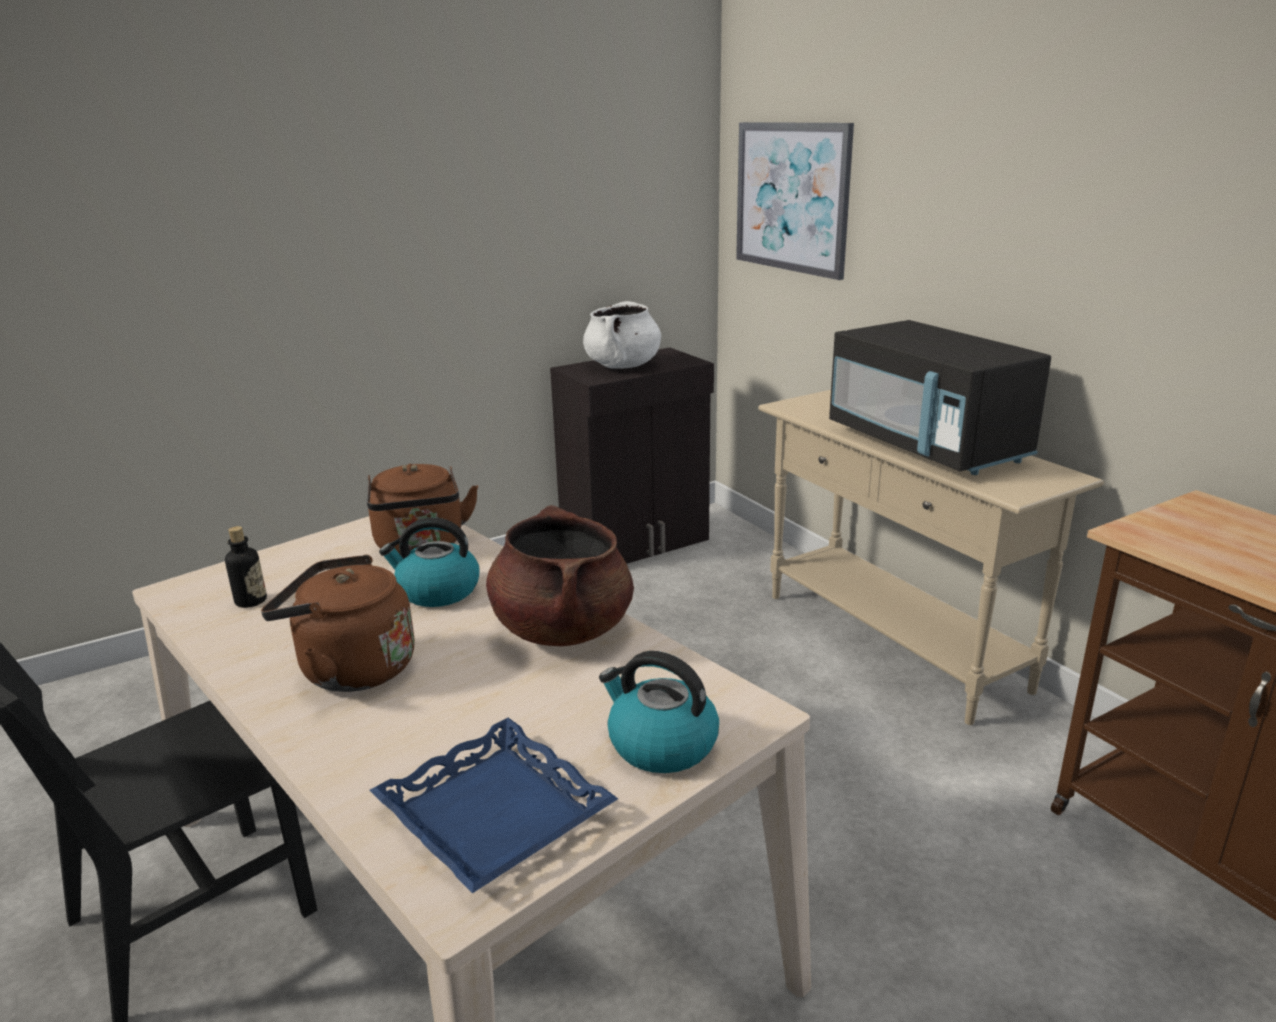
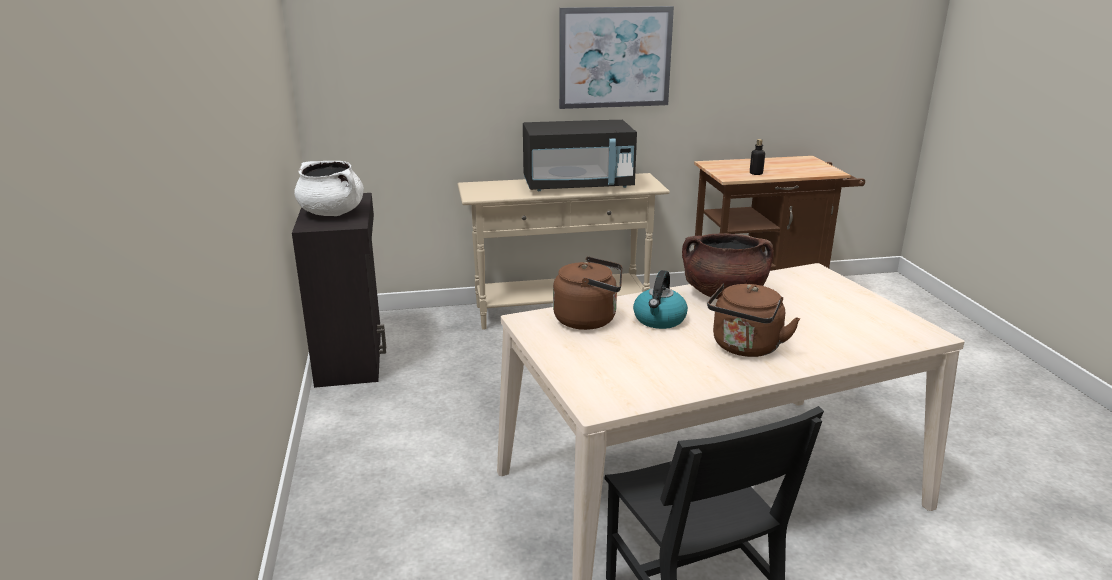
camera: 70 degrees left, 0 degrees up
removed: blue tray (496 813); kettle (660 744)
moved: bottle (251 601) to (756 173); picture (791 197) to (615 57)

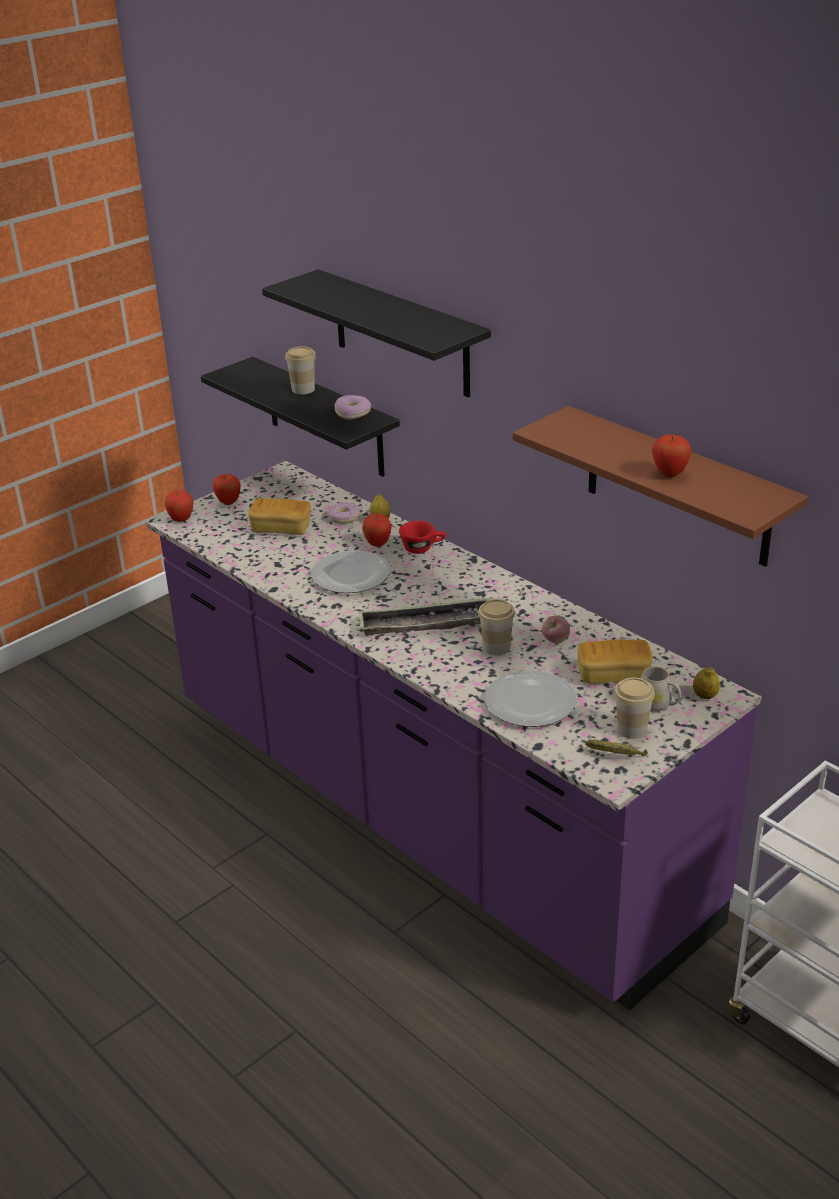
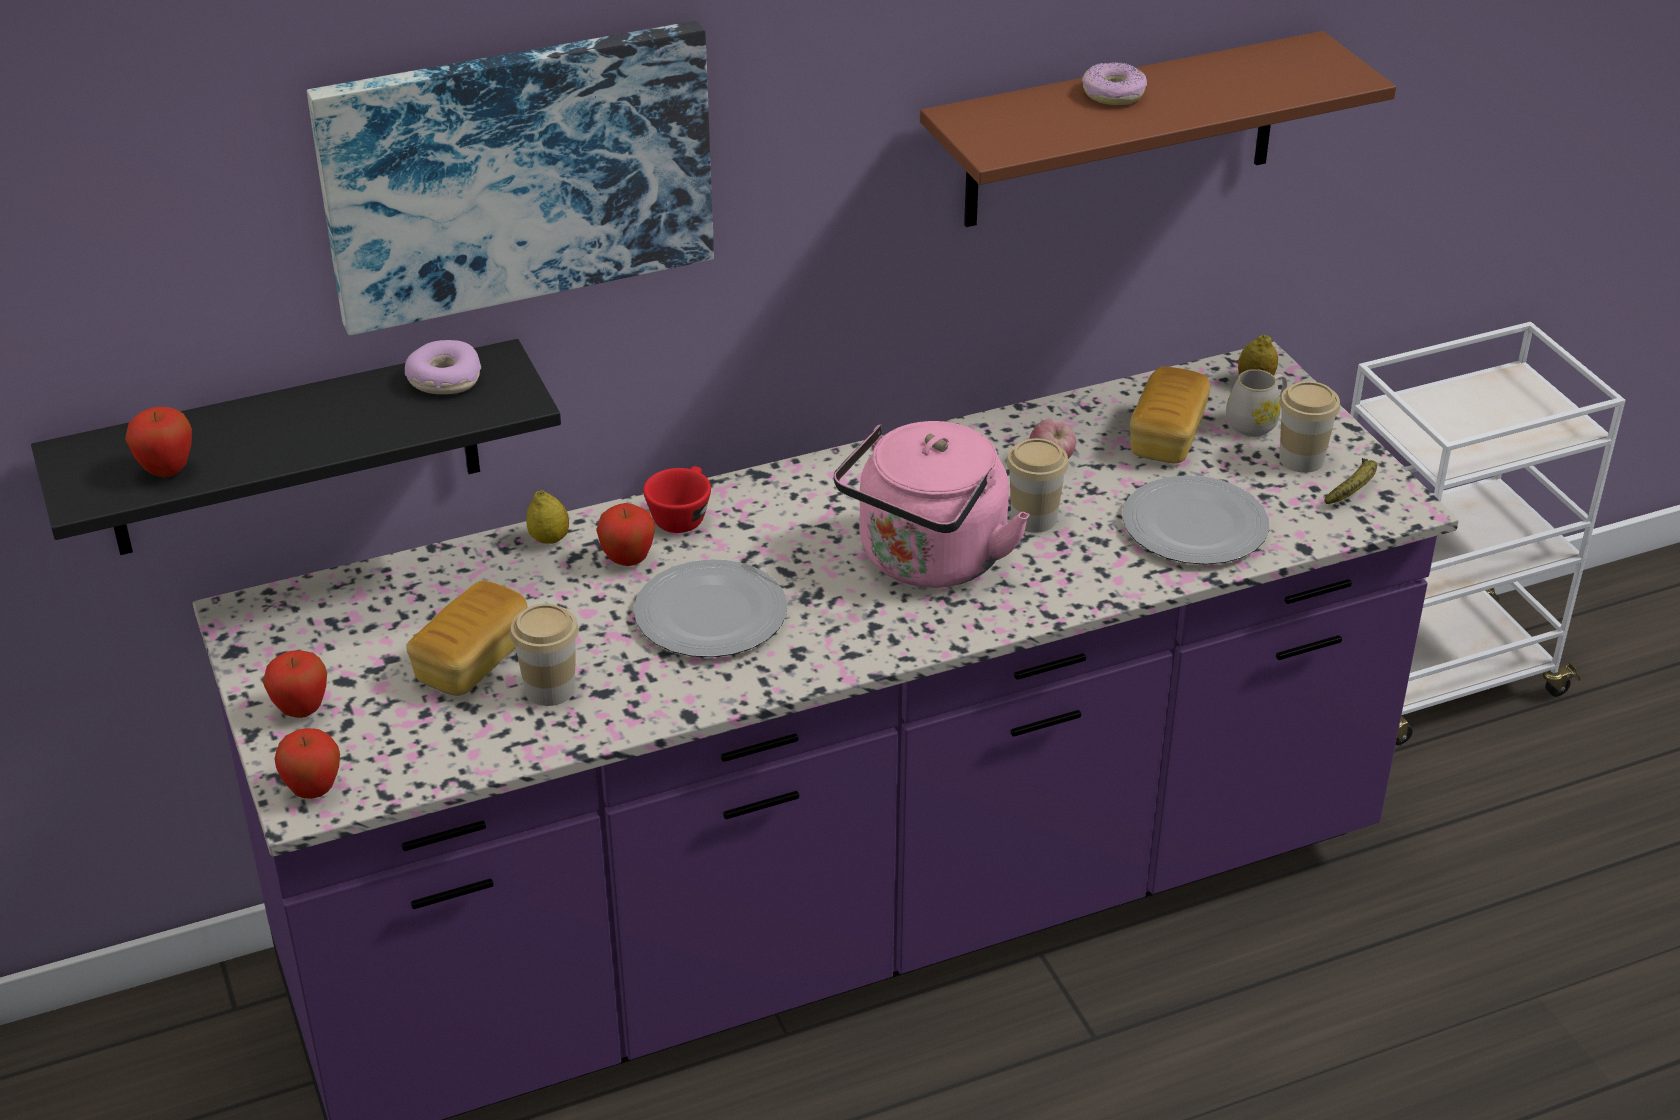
camera: 70 degrees left, 5 degrees up
moved: cup (303 389) to (550 689); donut (344 517) to (1113 94); apple (669 474) to (167 470)
replaced: black shelf (401 334) to picture (517 172); tray (434 624) to pink kettle (928 562)

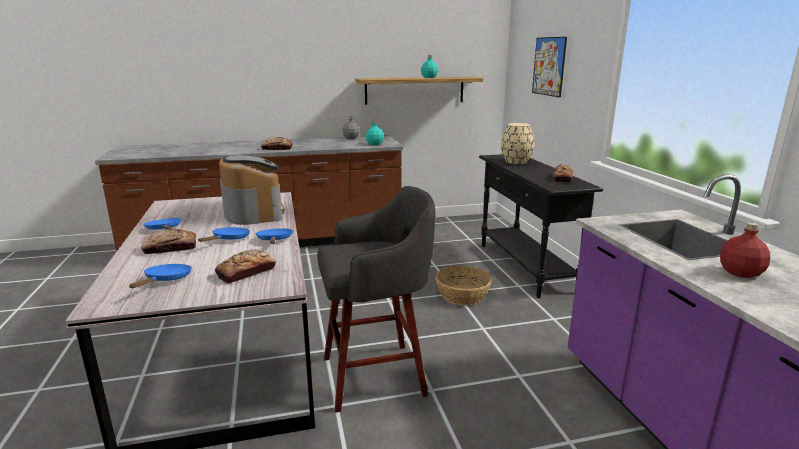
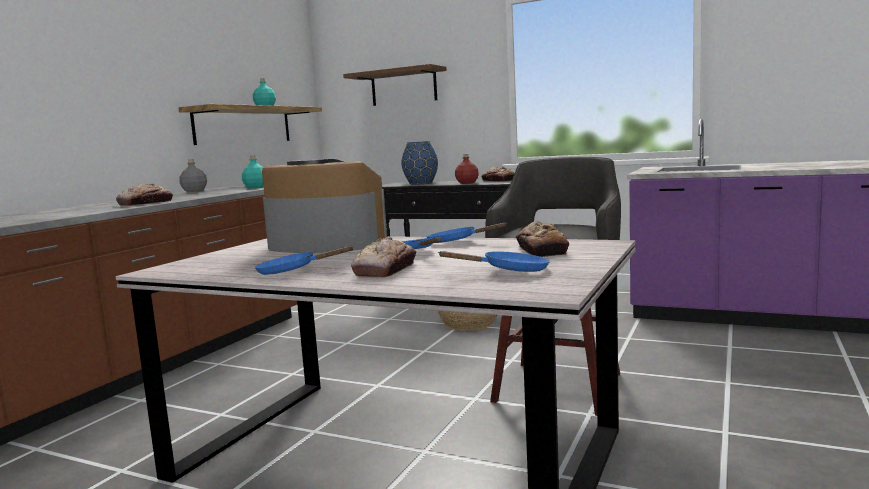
camera: 50 degrees left, 10 degrees down
moved: red bottle (739 273) to (467 183)
replaced: picture (548 66) to shelf (403 87)
recoloured: beige vase (515 162) to blue vase (420 183)
turned: blue frying pan (166 280) = (509 271) 120 degrees clockwise

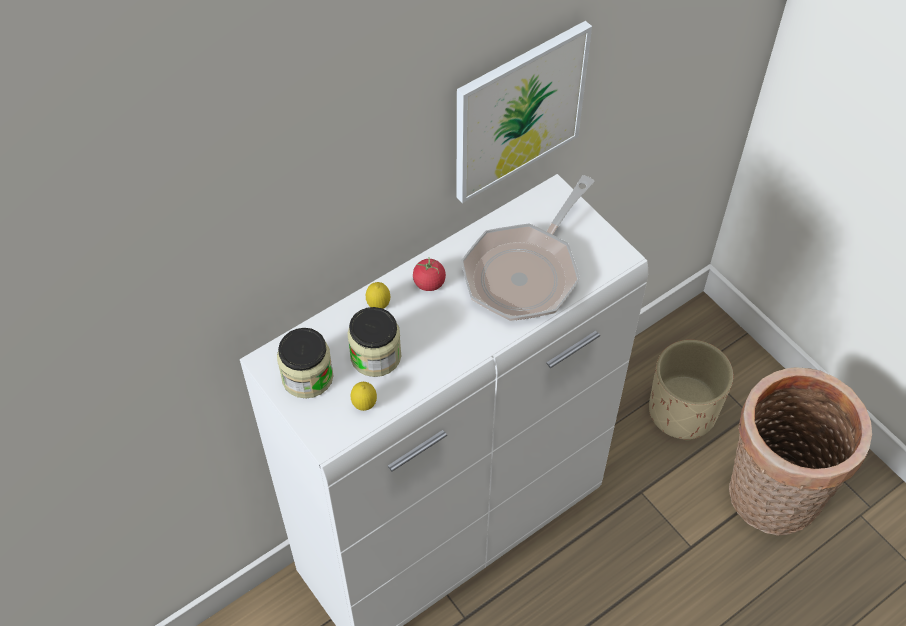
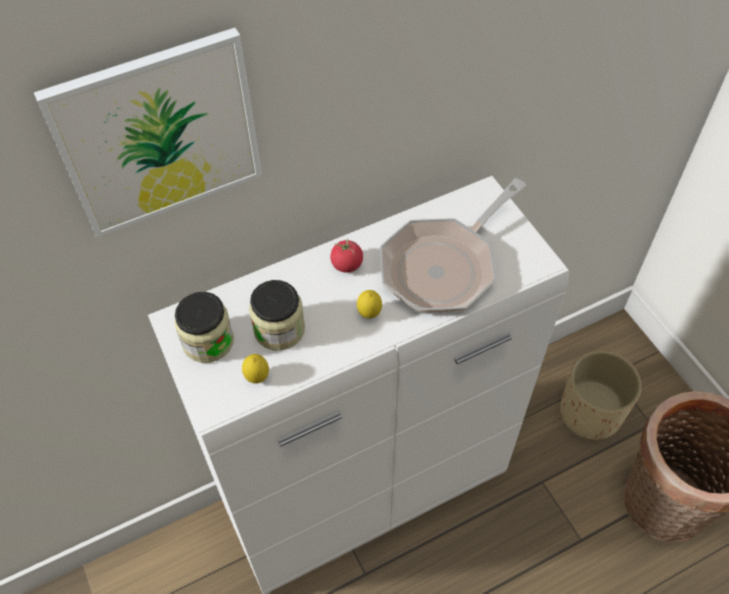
camera: 10 degrees right, 0 degrees up
moved: lemon (378 306) to (369 314); picture (518 111) to (159 134)

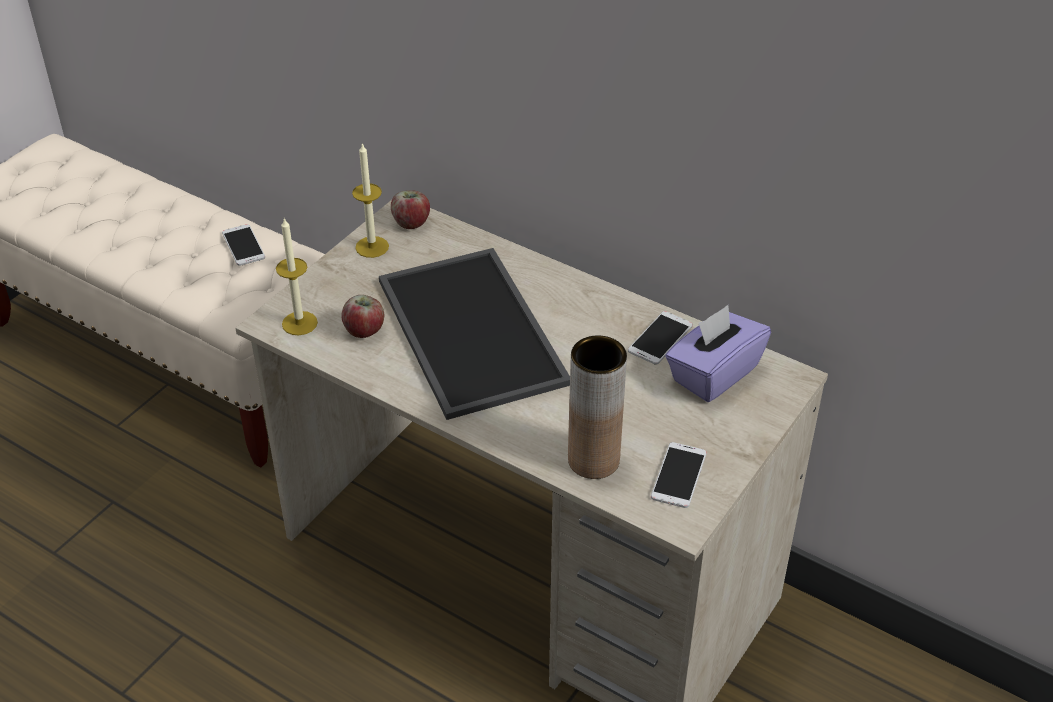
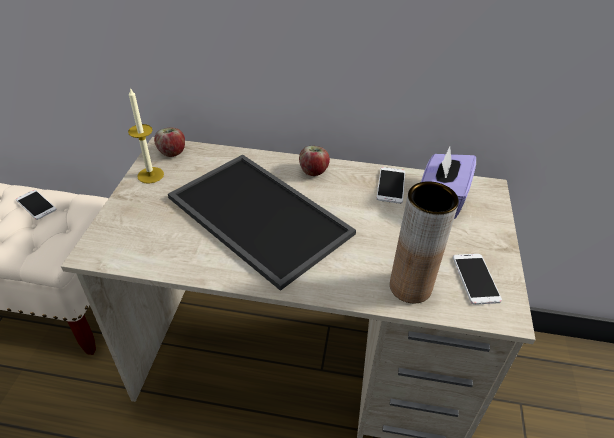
camera: 25 degrees left, 0 degrees up
removed: candle (299 323)
moved: apple (364 330) to (313 171)

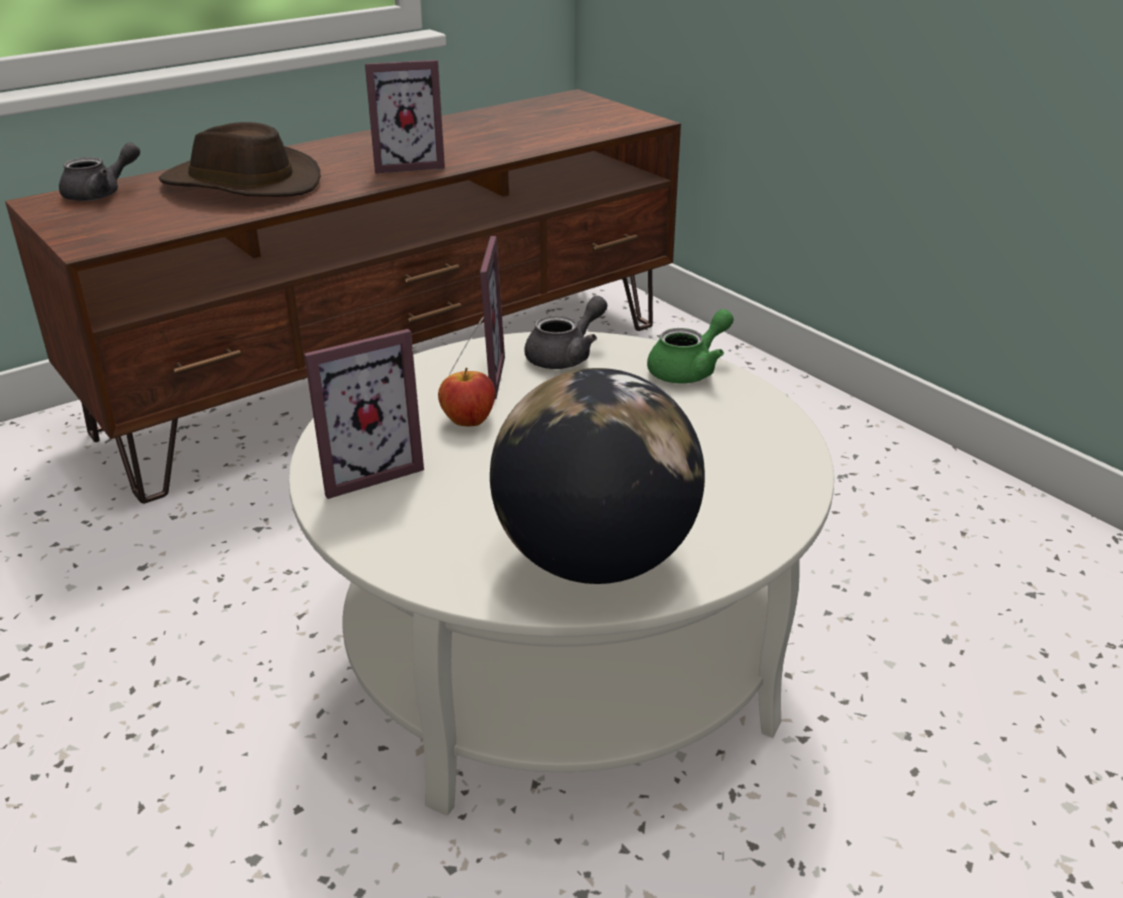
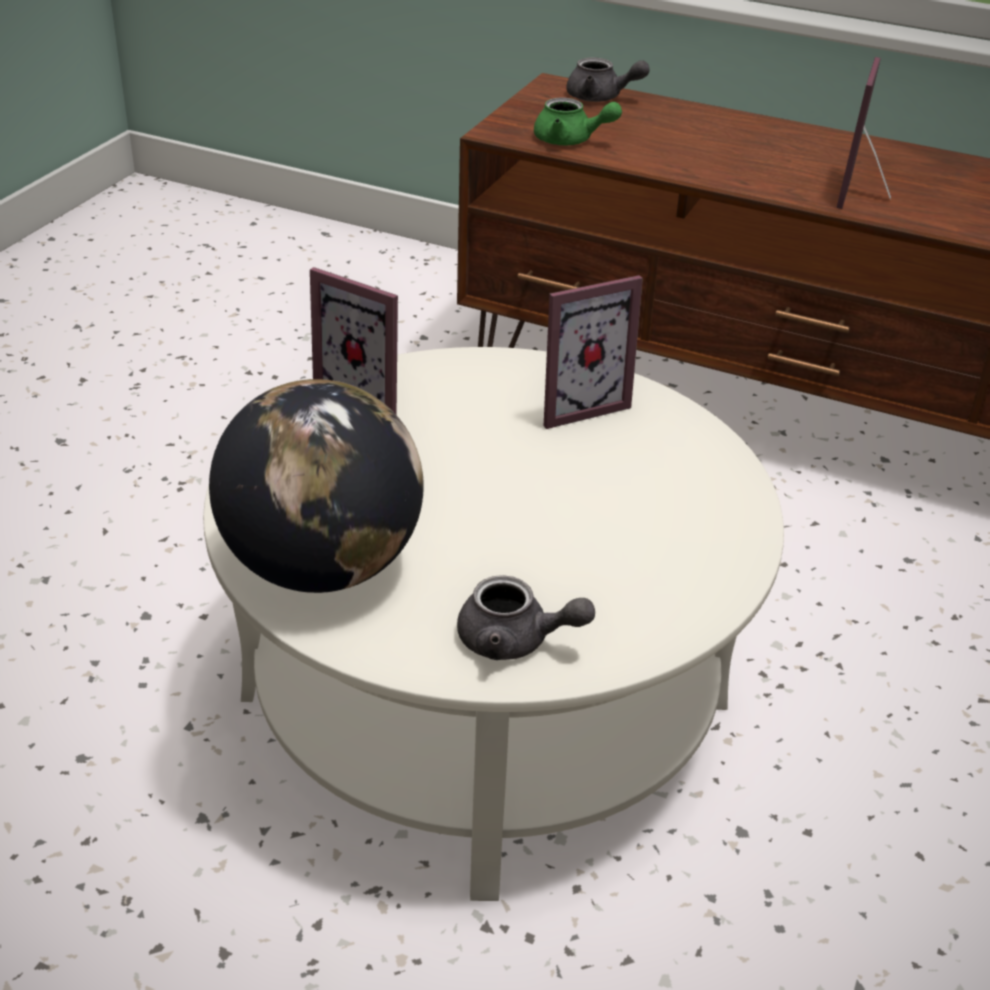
camera: 60 degrees right, 5 degrees up
removed: brown hat (241 185); apple (468 420)
moved: grey teapot (566 356) to (515 641); green teapot (689 370) to (570 141)
turned: picture frame (408 165) = (865 195) 60 degrees clockwise

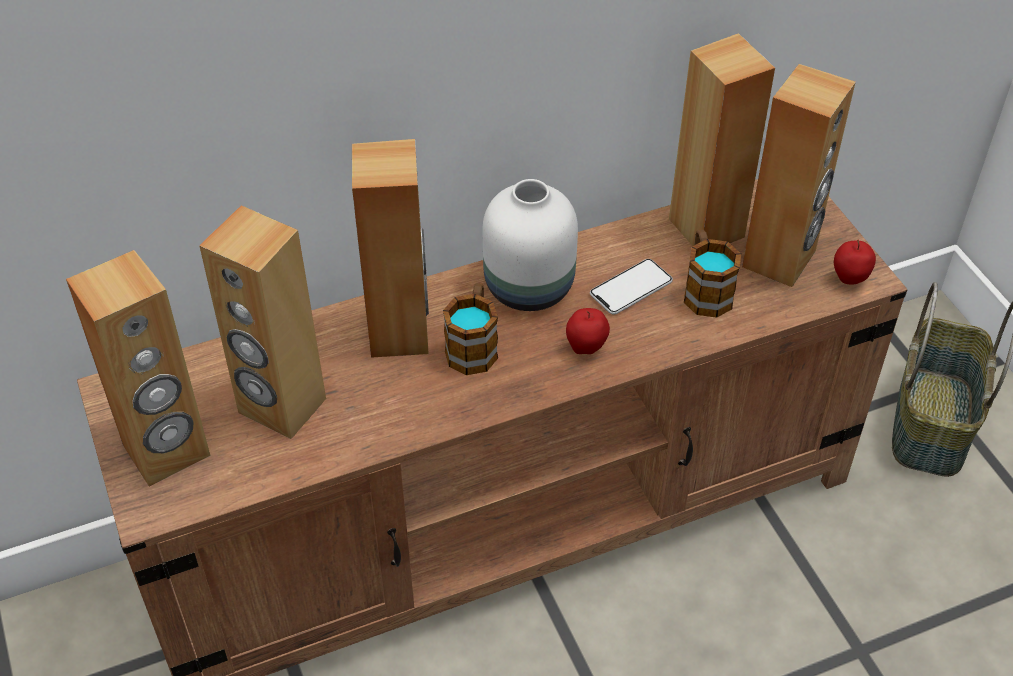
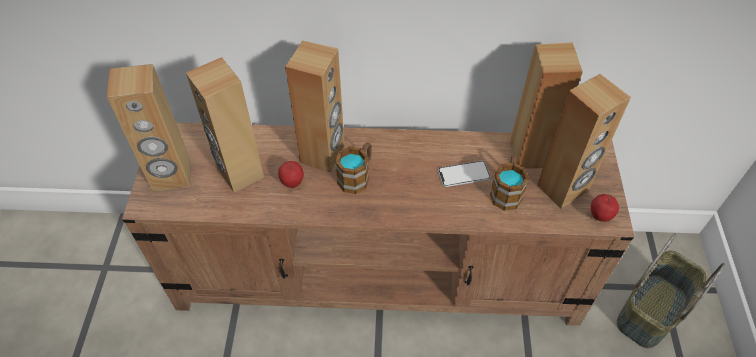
camera: 25 degrees right, 5 degrees up
removed: white vase (526 287)
moved: apple (586 348) to (292 184)

